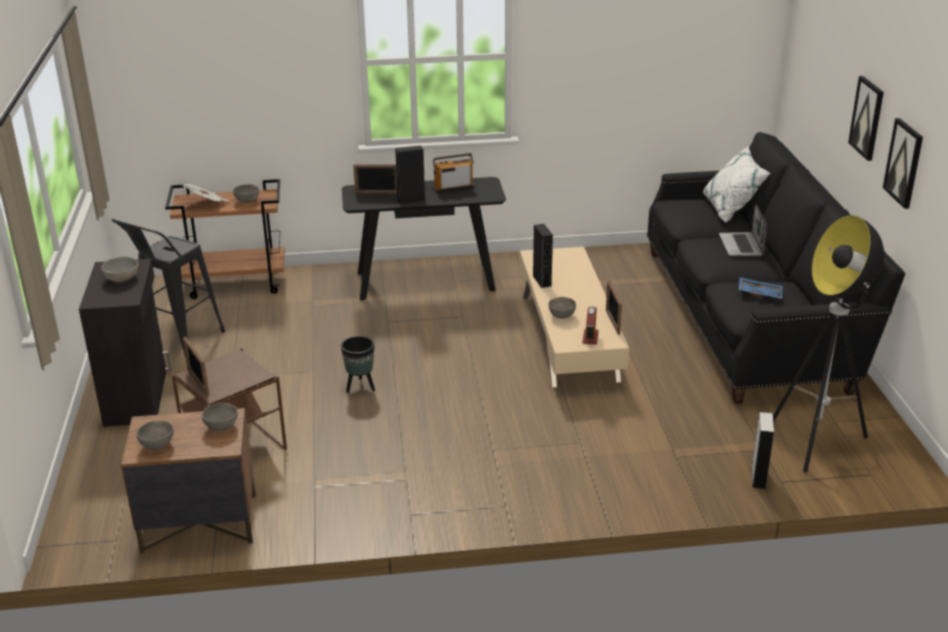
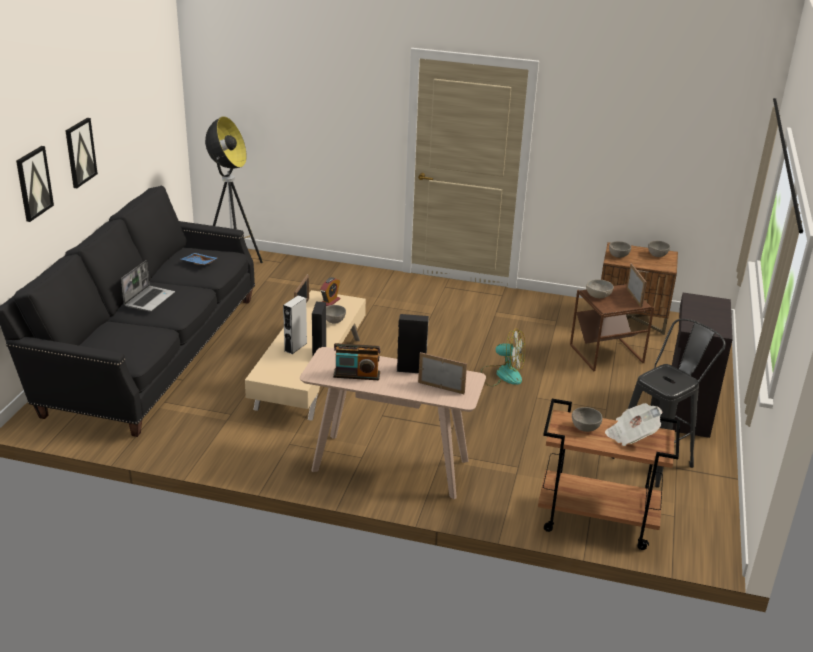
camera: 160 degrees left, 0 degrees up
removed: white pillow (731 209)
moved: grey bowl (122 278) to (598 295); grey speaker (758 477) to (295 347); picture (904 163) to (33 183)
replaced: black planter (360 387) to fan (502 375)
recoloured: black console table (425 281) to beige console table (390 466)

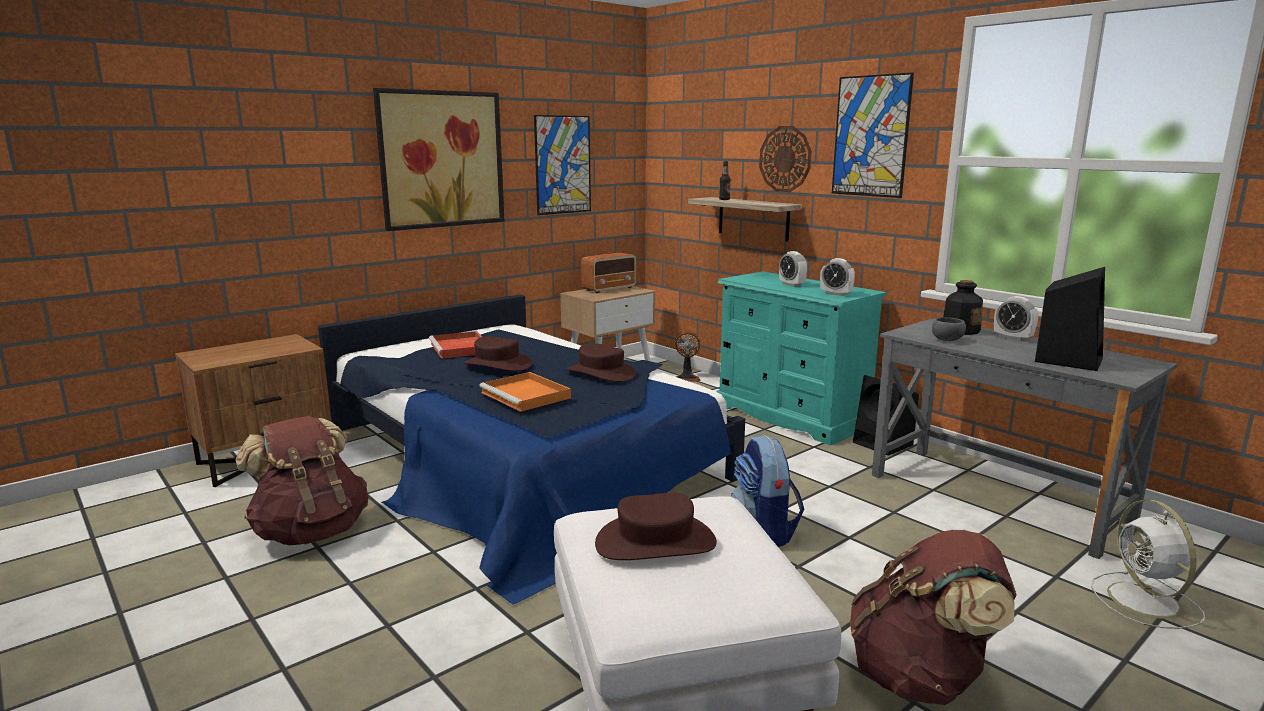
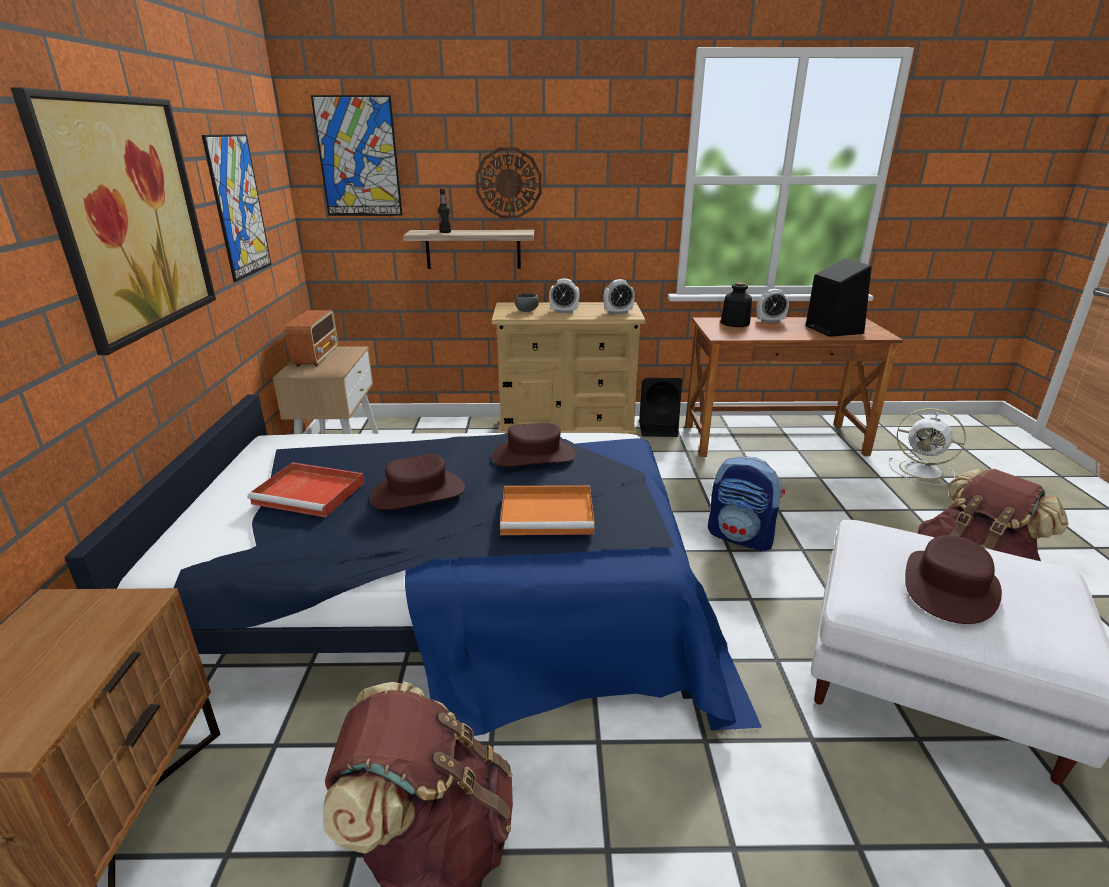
camera: 50 degrees left, 10 degrees up
removed: fan (687 378)
moved: picture (870 136) to (358 157); grey bowl (948 340) to (527 311)
recoloured: turquoise dresser (791 416) to beige dresser (566 431); grey desk (997 497) to brown desk (773 440)

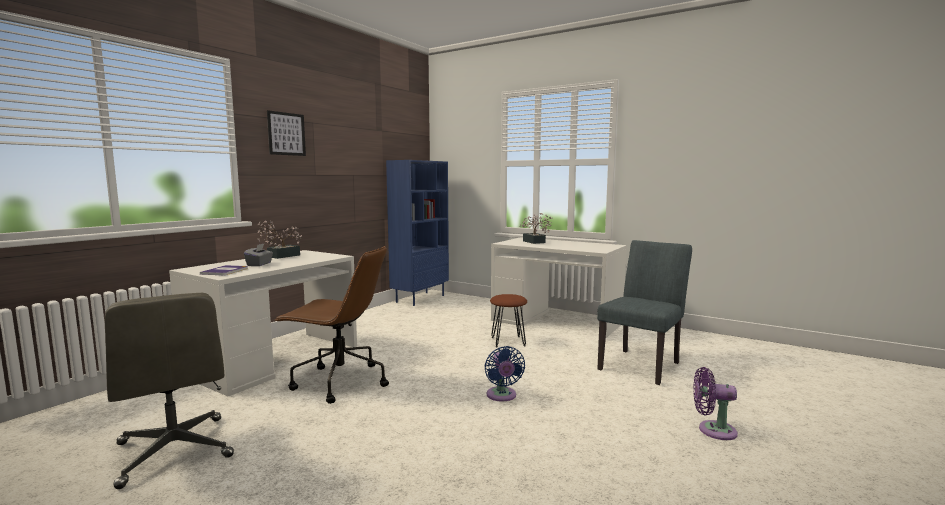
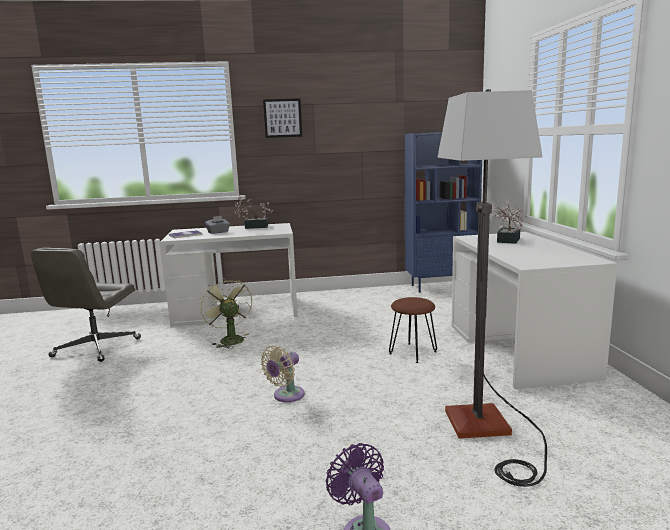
camera: 50 degrees right, 5 degrees up
replaced: brown office chair (339 382) to green fan (229 339); grey chair (642 364) to floor lamp (488 432)
recoloured: blue fan (502 396) to beige fan (286 396)

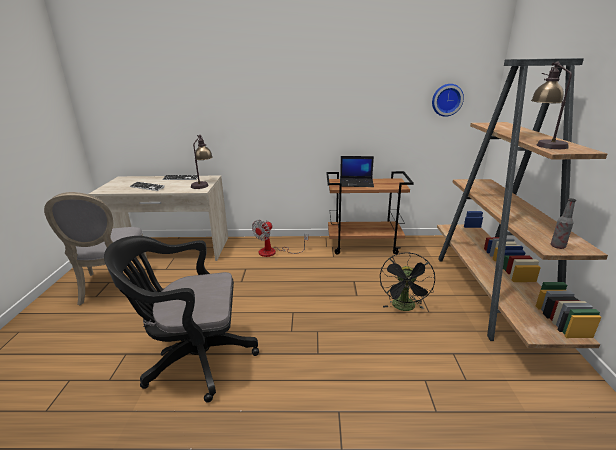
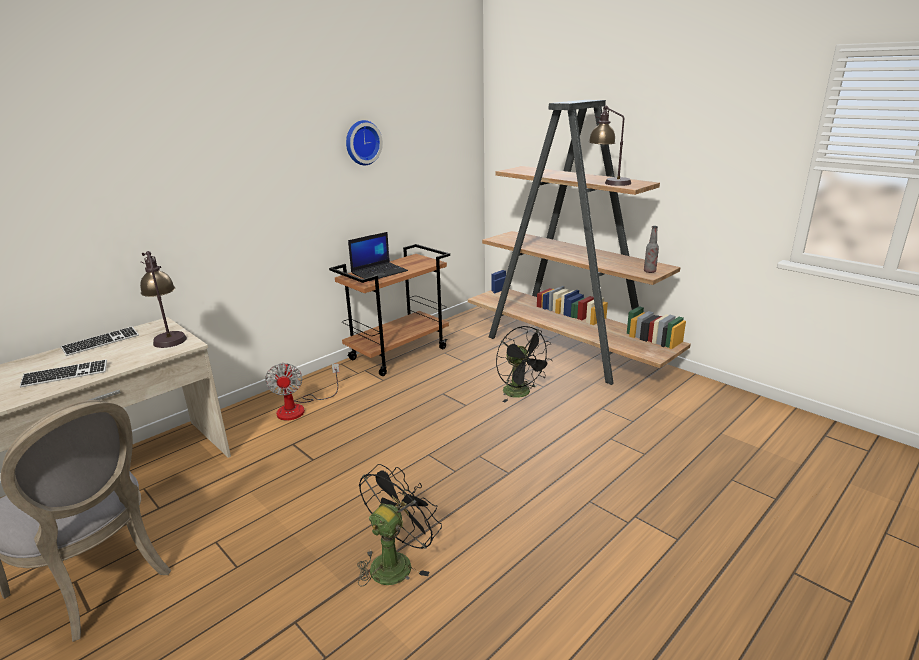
camera: 45 degrees left, 0 degrees up
moved: wall clock (446 100) to (362 142)
replaced: black office chair (194 359) to black fan (396 562)

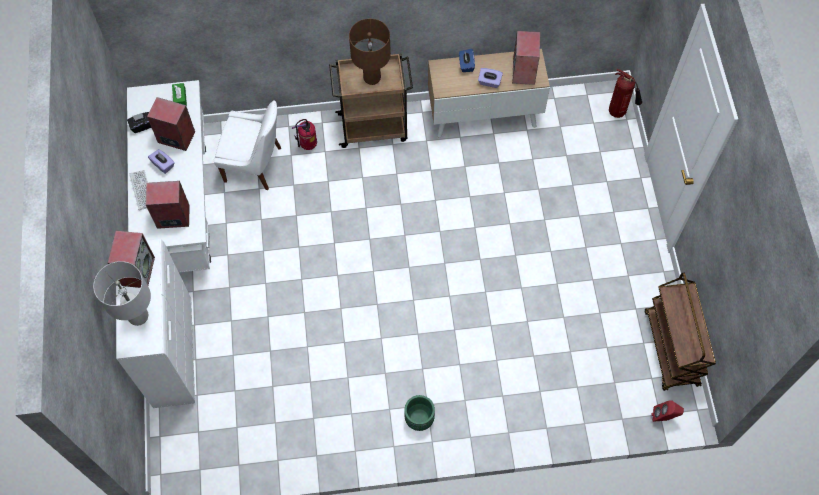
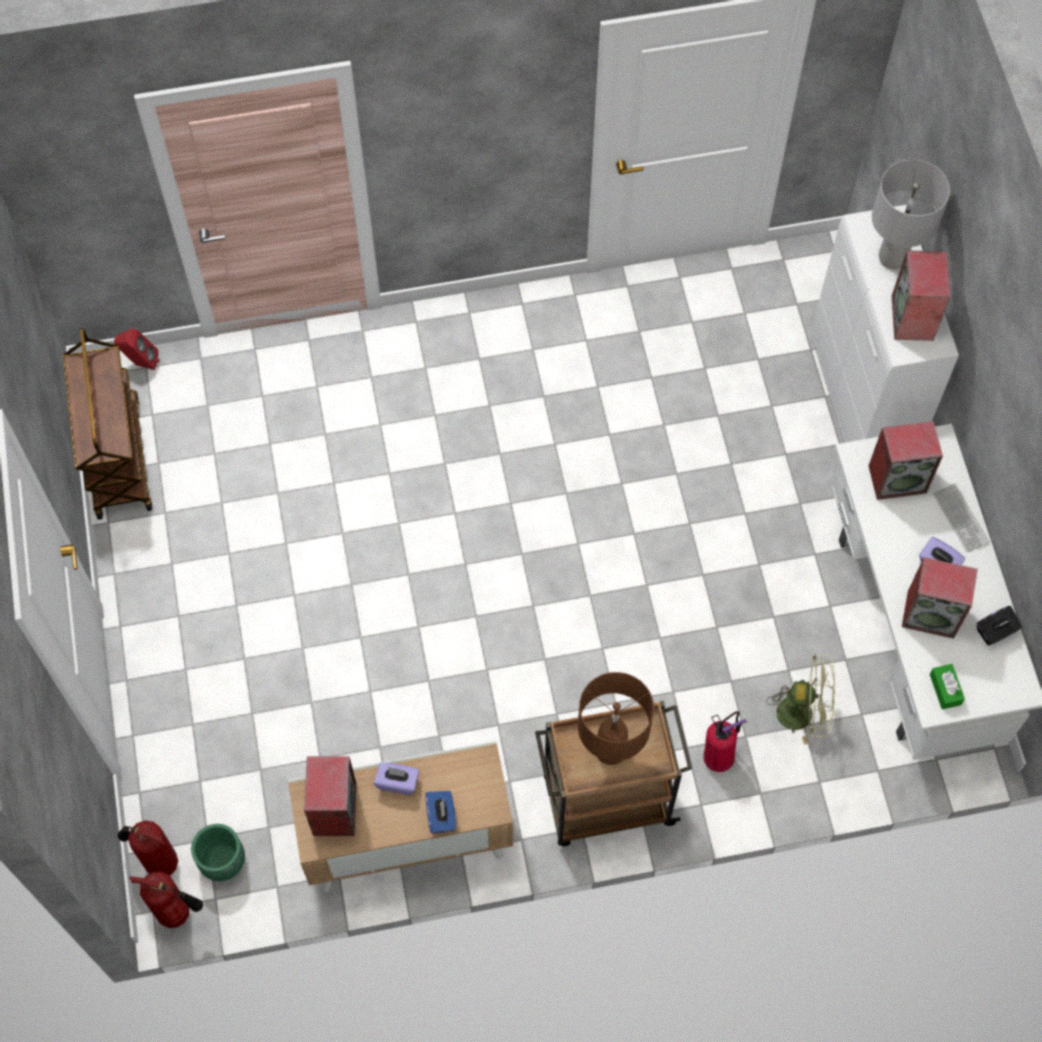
camera: 175 degrees right, 0 degrees up
added: fire extinguisher (179 913)
moved: green planter (419 418) to (223 861)
replaced: white chair (255 165) to green fan (803 712)

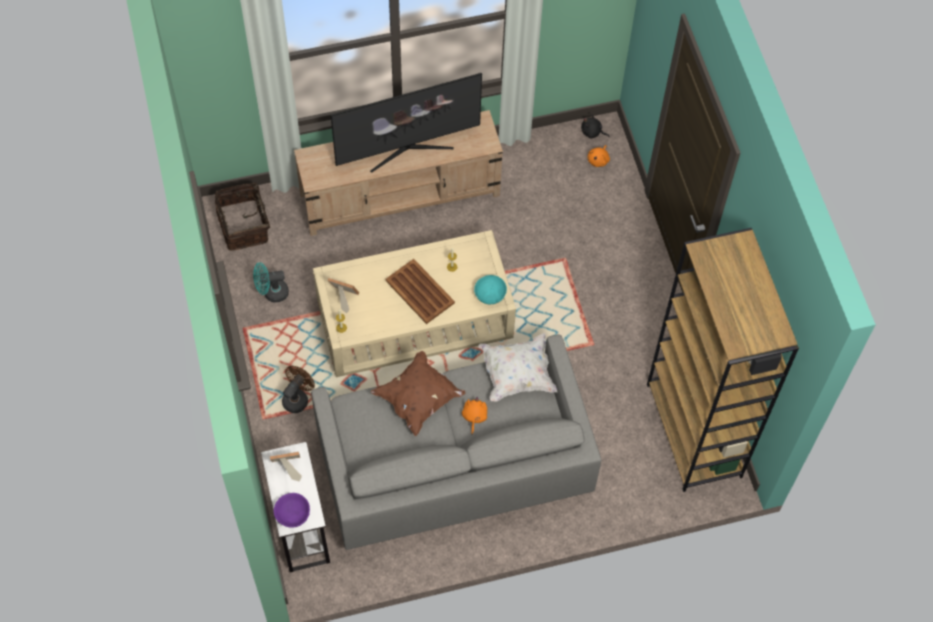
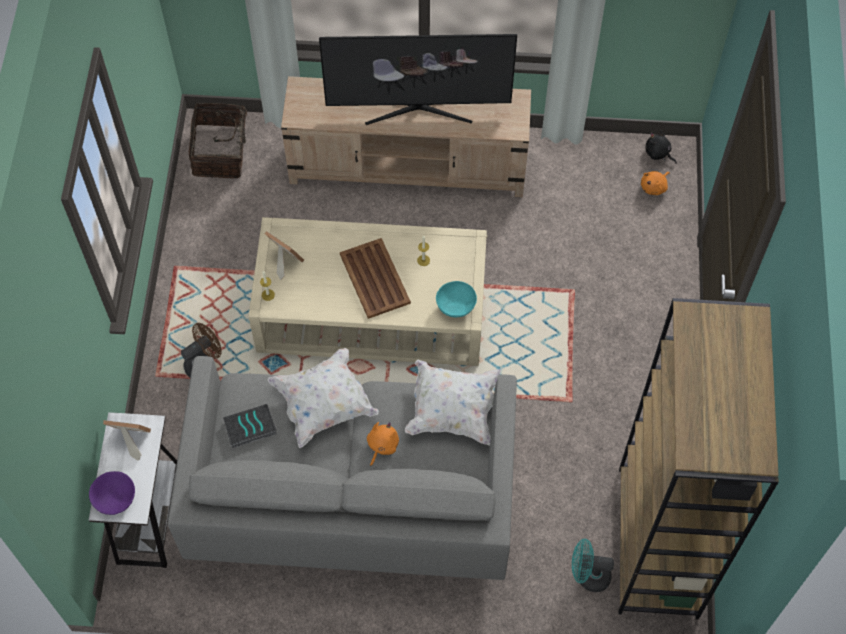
camera: 20 degrees right, 0 degrees up
added: book (250 428)
moved: turquoise fan (271 293) to (588 576)
recoloured: brown pillow (418 398) to white pillow (324 404)

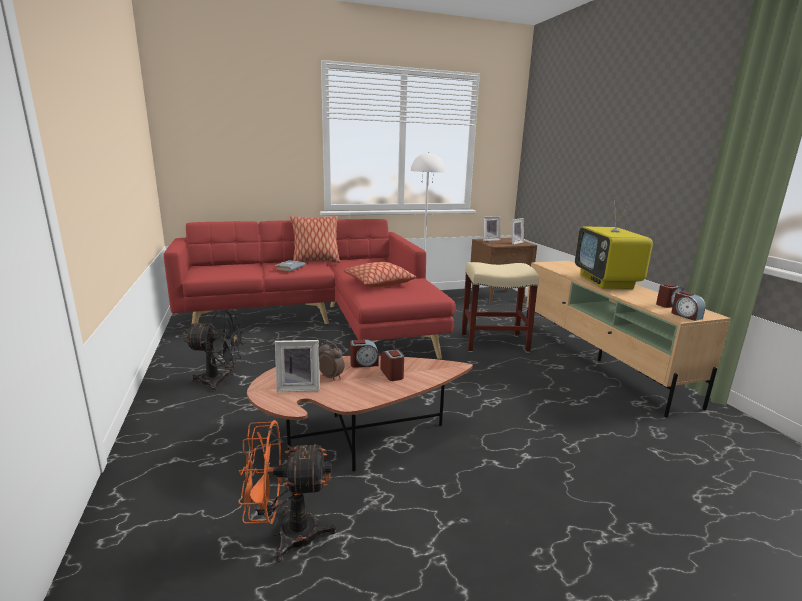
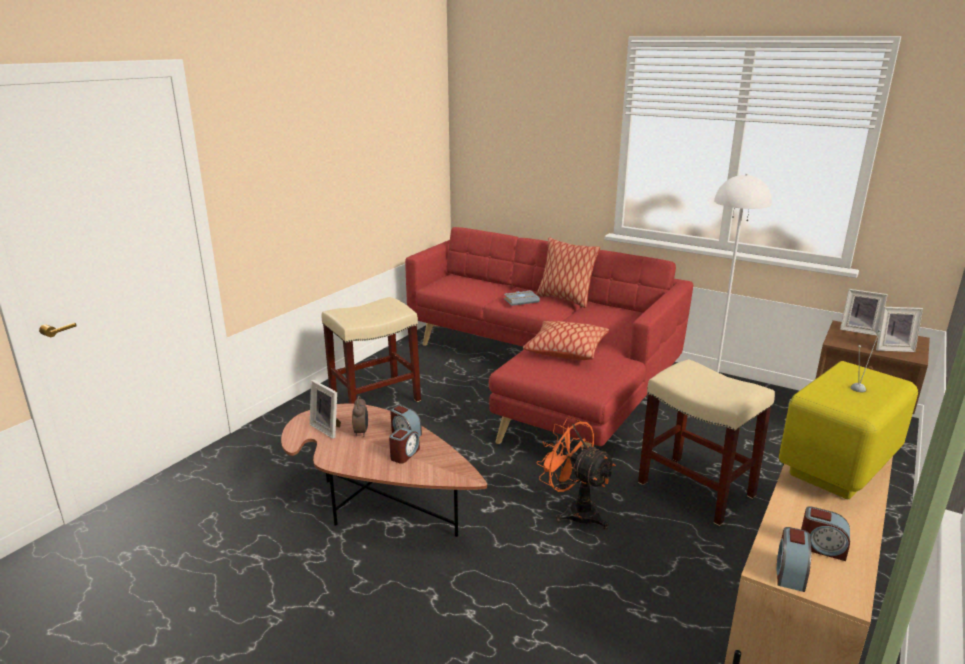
camera: 50 degrees right, 5 degrees up
moved: orange fan (286 534) to (574 511)
replaced: black fan (220 381) to beige stool (376 399)

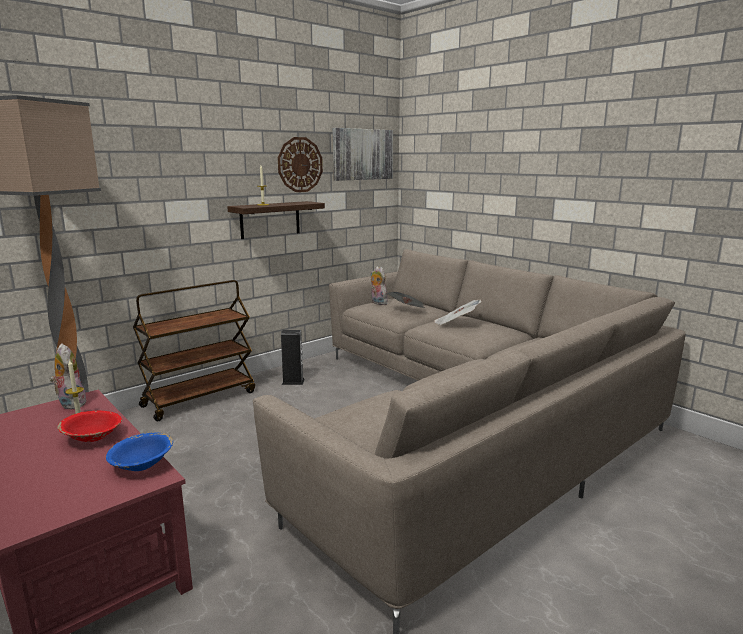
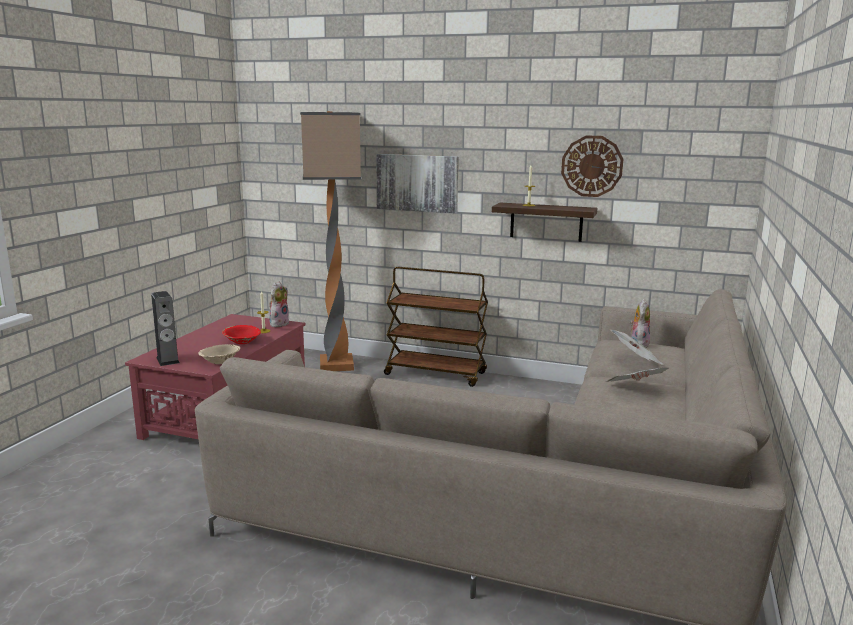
camera: 60 degrees right, 0 degrees up
moved: speaker (293 381) to (167 360); picture (362 154) to (417 183)
recoloured: blue bowl (142 464) to beige bowl (220 361)

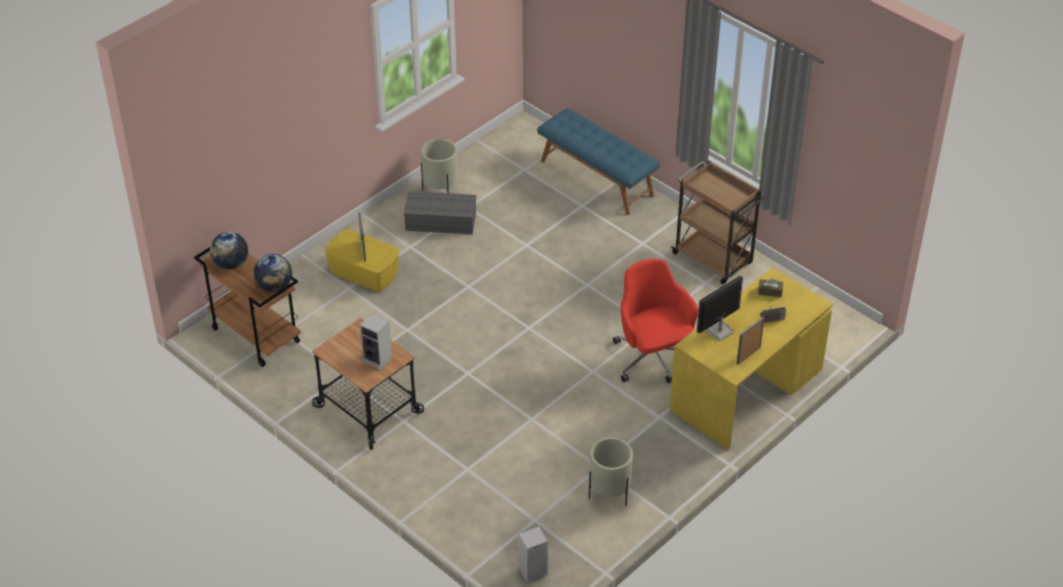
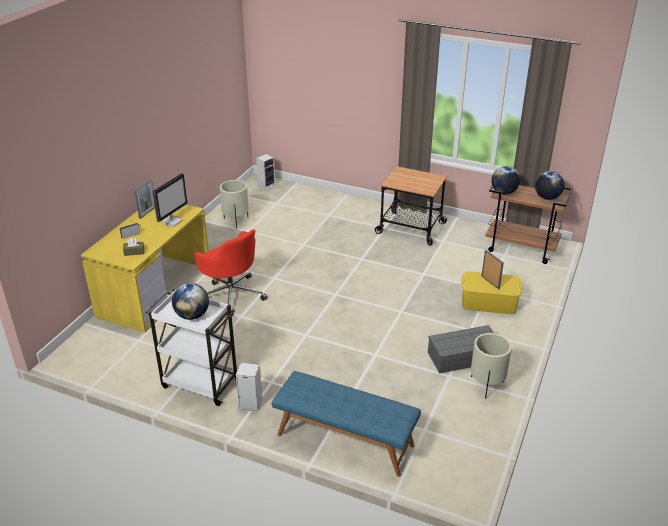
camera: 160 degrees right, 10 degrees down
added: globe (192 315)
moved: speaker (378 360) to (249 404)
recoloured: brown cart (713 259) to white cart (199 383)

